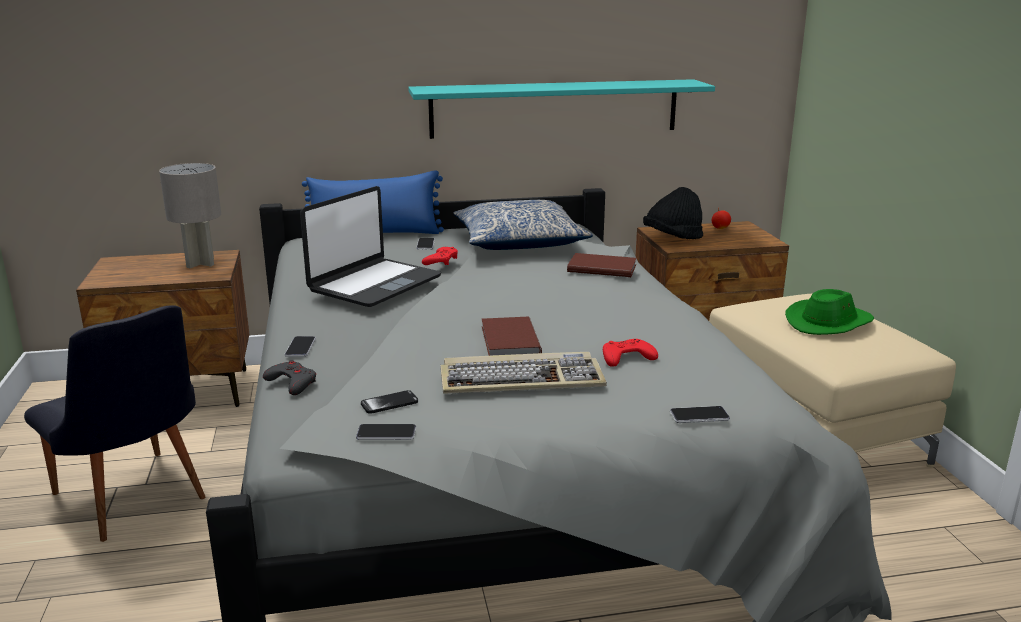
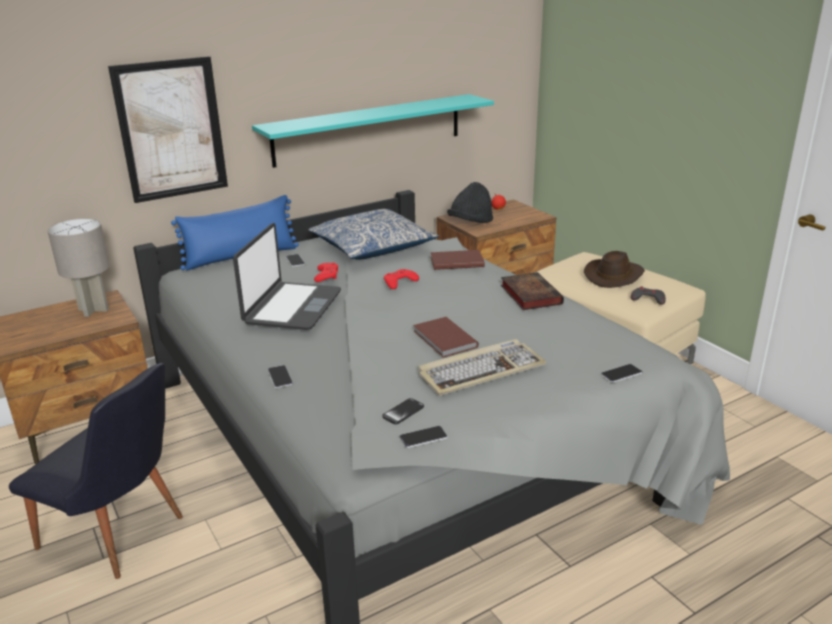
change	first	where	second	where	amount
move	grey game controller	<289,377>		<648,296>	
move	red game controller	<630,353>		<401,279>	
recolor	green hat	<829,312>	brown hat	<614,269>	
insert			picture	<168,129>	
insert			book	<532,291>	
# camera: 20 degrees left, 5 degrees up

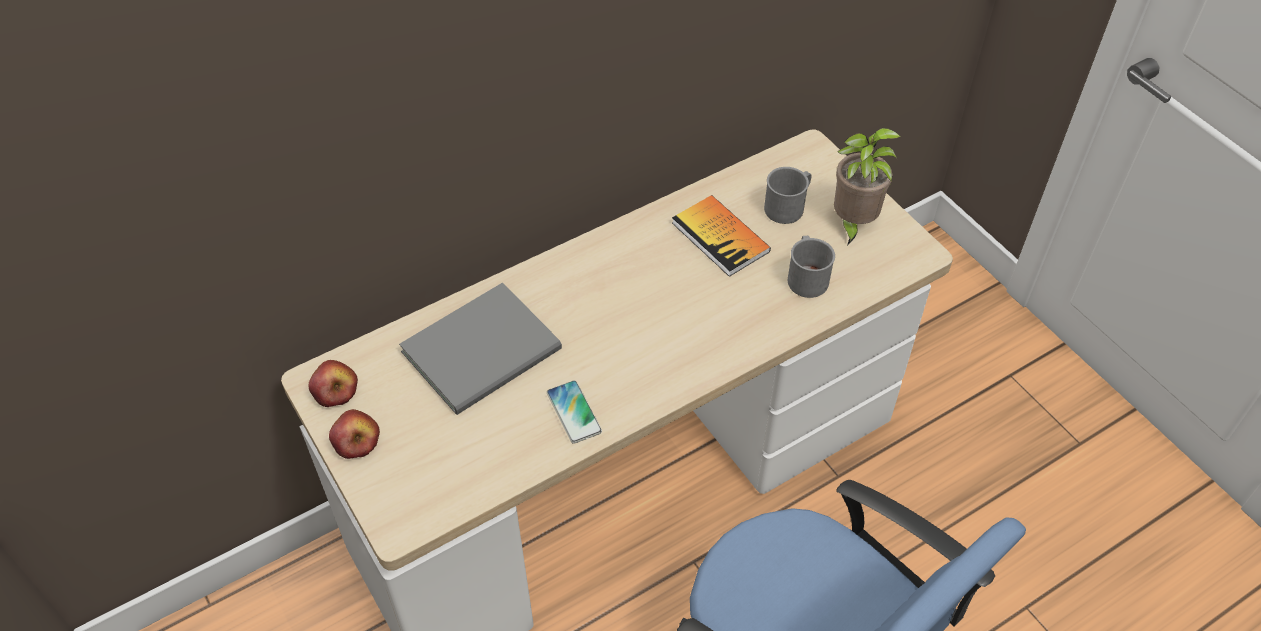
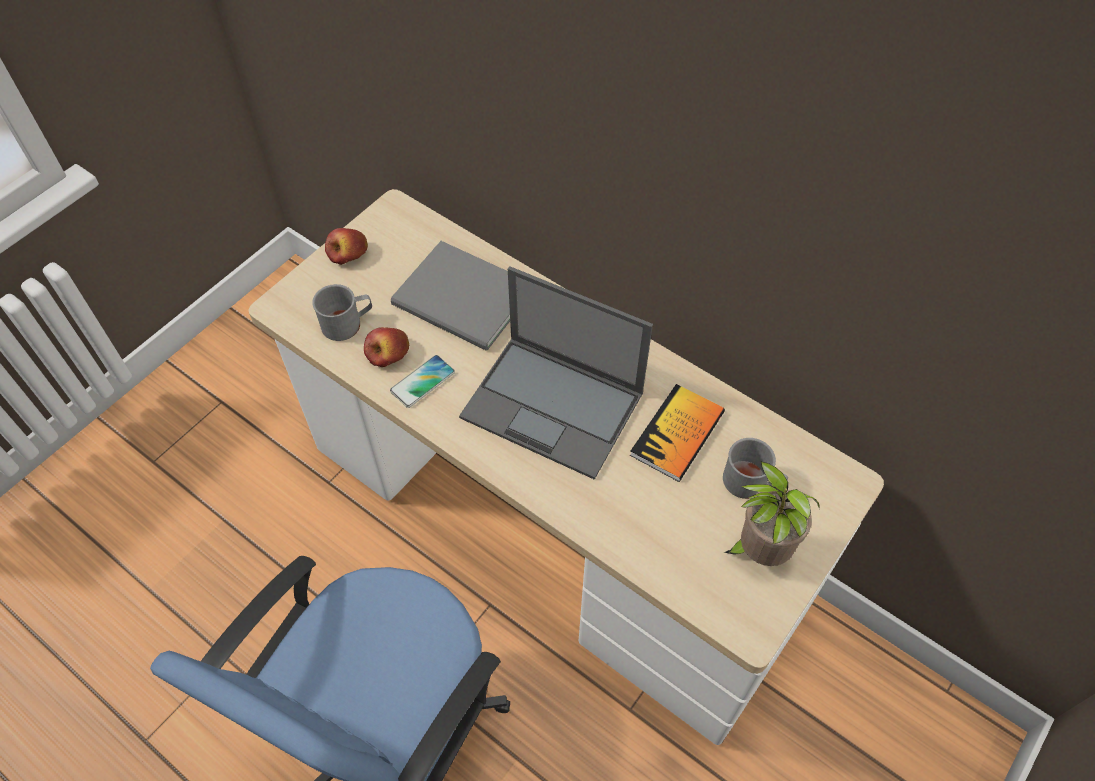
change	first	where	second	where	amount
move	apple	<333,383>		<386,347>	
move	grey mug	<811,267>		<342,312>	
insert			laptop	<556,373>	
# camera: 70 degrees right, 5 degrees up

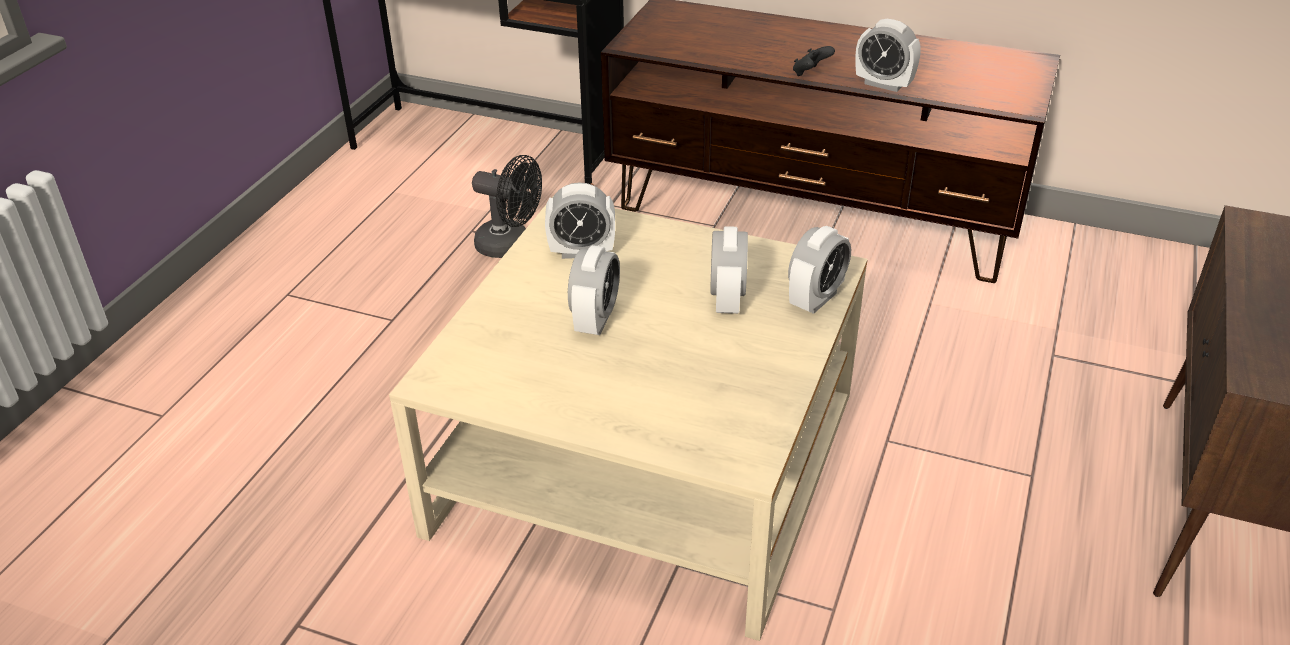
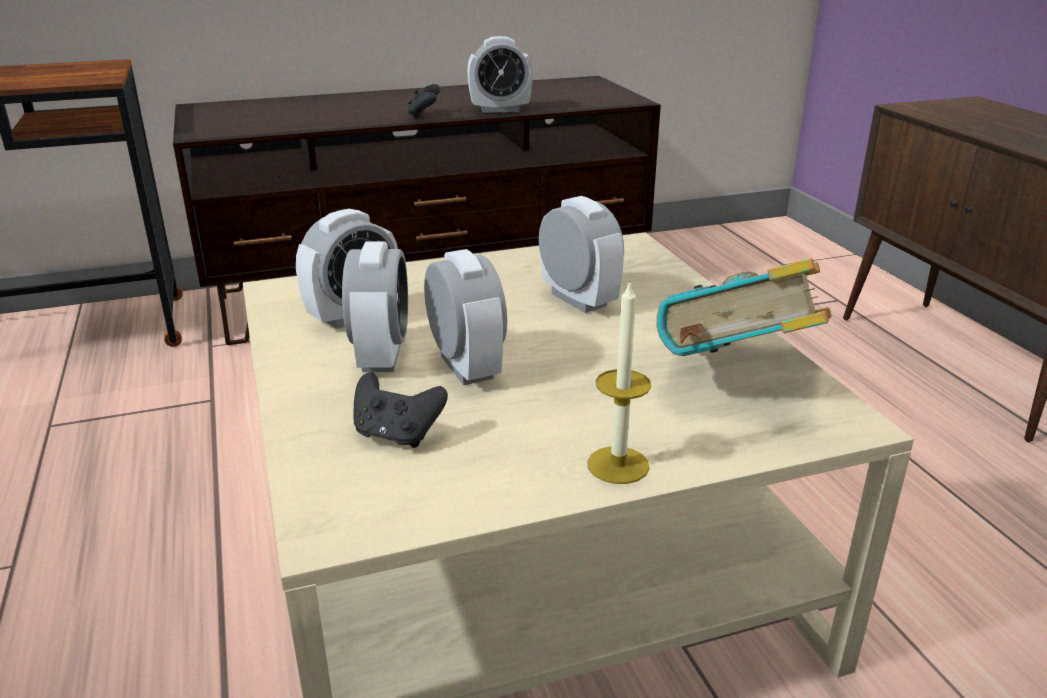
change	first	where	second	where	amount
delete	black fan	<507,206>			
move	alarm clock	<819,270>		<375,307>	
insert			black game controller	<400,410>	
insert			candle	<619,382>	
insert			book	<744,307>	
# camera: 40 degrees left, 10 degrees down

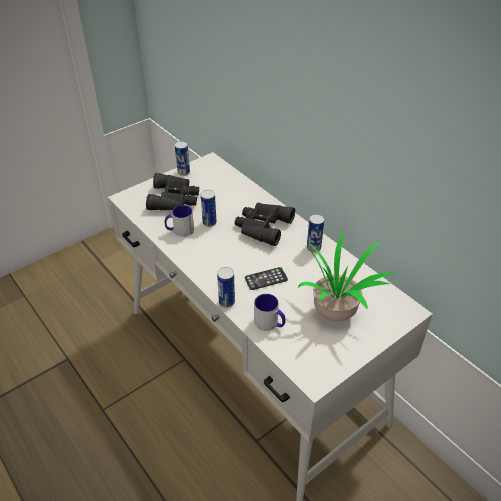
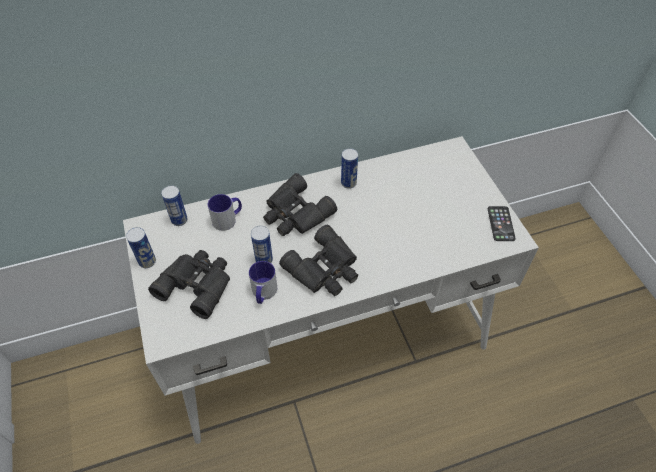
change	first	where	second	where	amount
move	can	<226,287>		<174,205>	
move	phone	<266,278>		<502,223>	
move	mug	<270,312>		<225,212>	
delete	potted plant	<347,275>			
insert			black binoculars	<318,260>	
# camera: 70 degrees left, 10 degrees up

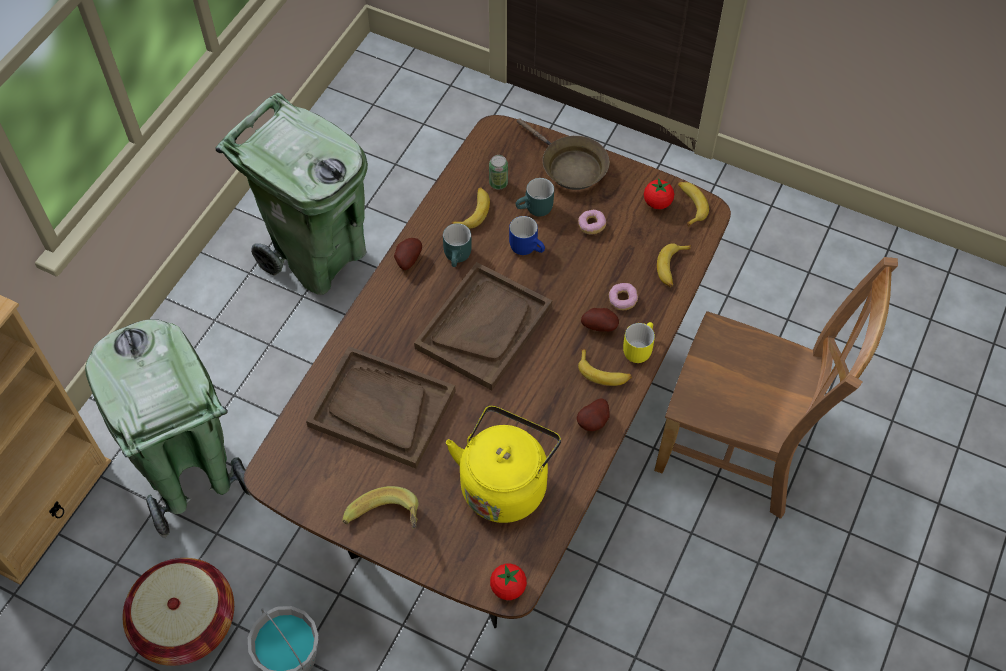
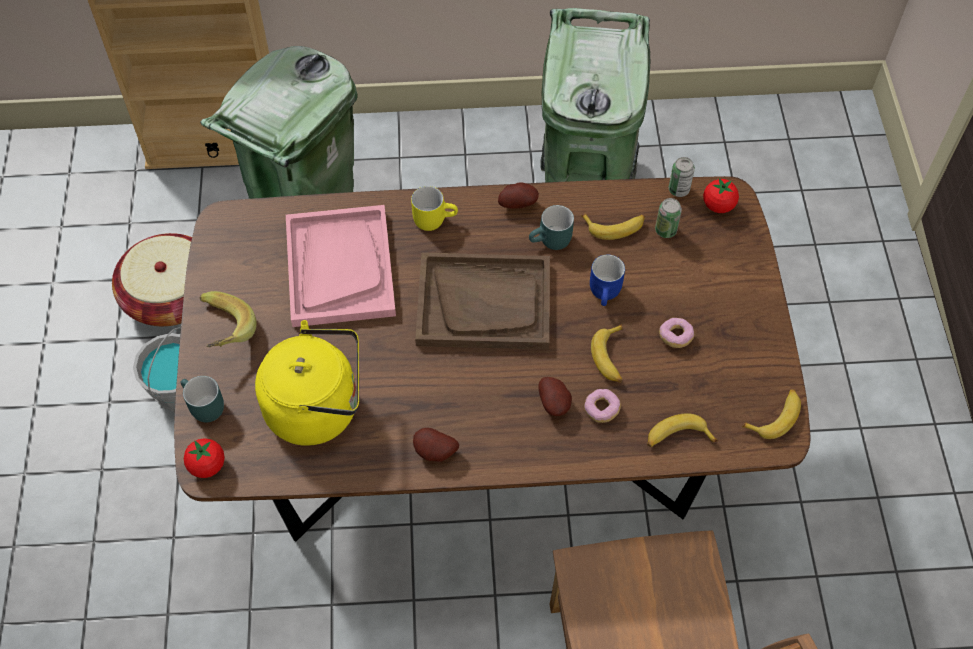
change	first	where	second	where	amount
recolor	brown tray	<381,407>	pink tray	<341,266>	
move	turquoise mug	<535,197>		<202,399>	
delete	brown frying pan	<563,154>			
move	banana	<605,367>		<606,353>	
move	yellow mug	<639,342>		<434,208>	
move	tomato	<659,193>		<721,195>	
insert			can	<682,177>	
# camera: 60 degrees right, 0 degrees up

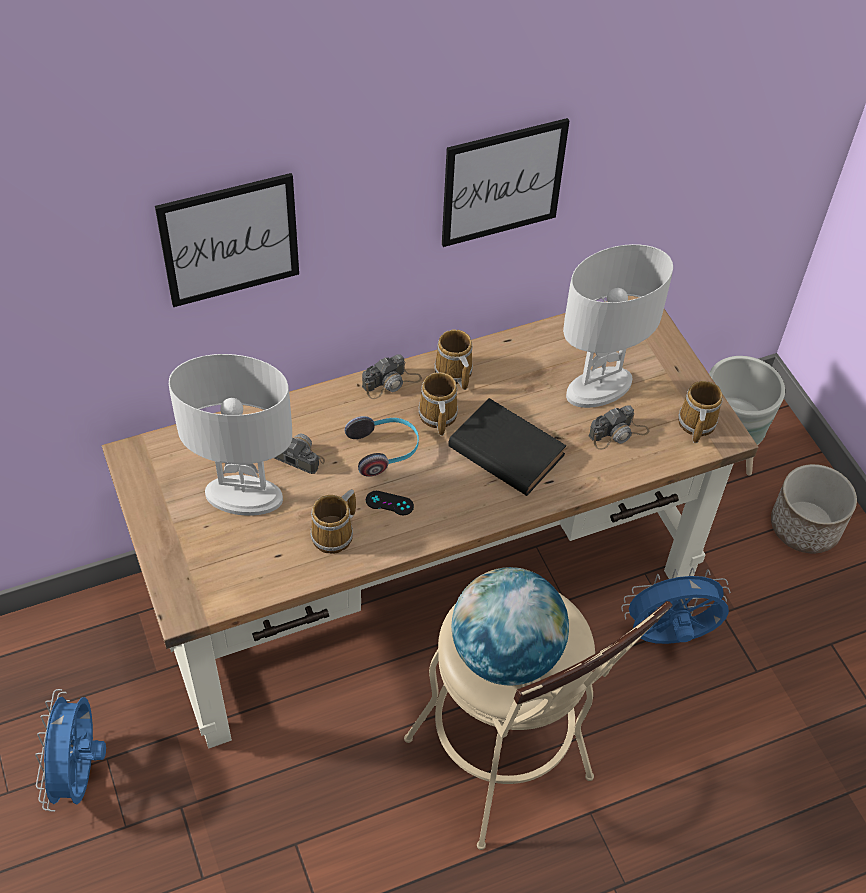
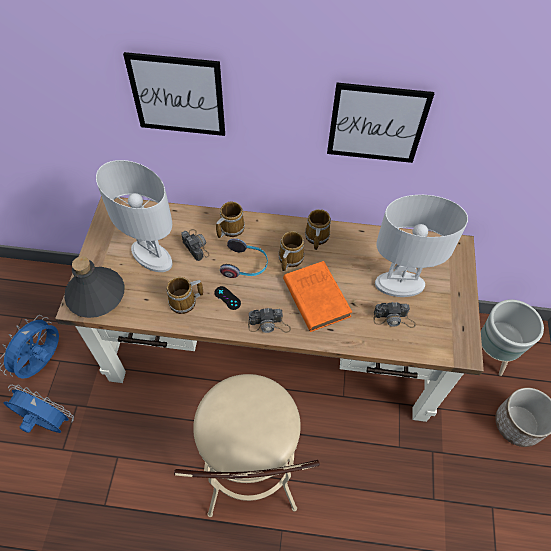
change	first	where	second	where	amount
move	photo camera	<392,377>		<269,320>	
recolor	black book	<507,447>	orange book	<317,296>	
delete	globe	<510,626>			
move	blue fan	<676,606>		<39,408>	
move	mug	<700,412>		<230,219>	
insert			grey bottle	<94,287>	
# camera: 30 degrees right, 5 degrees up

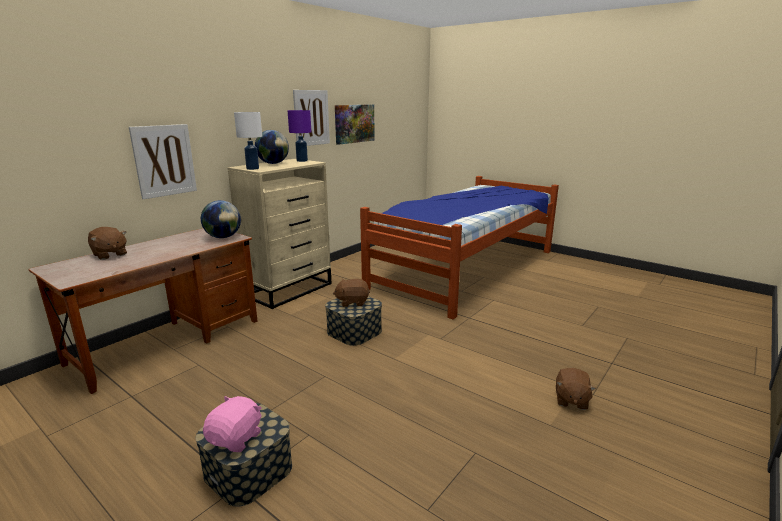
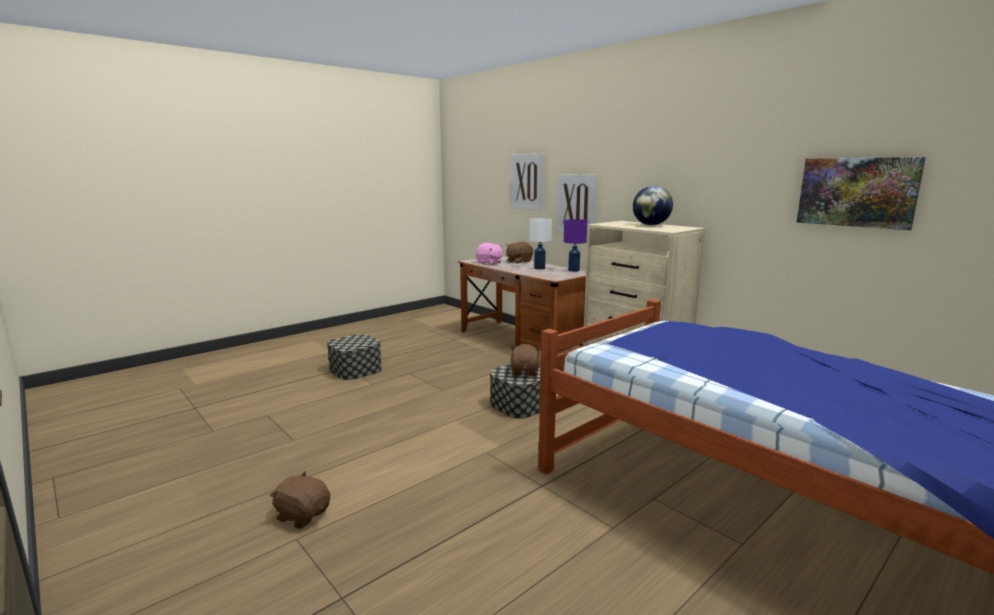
change	first	where	second	where	amount
delete	globe	<221,219>			
move	pink plush toy	<232,424>		<489,254>	
move	white table lamp	<248,141>		<540,244>	
move	purple table lamp	<299,136>		<575,245>	
move	picture	<311,118>		<527,182>	
# camera: 100 degrees right, 5 degrees down

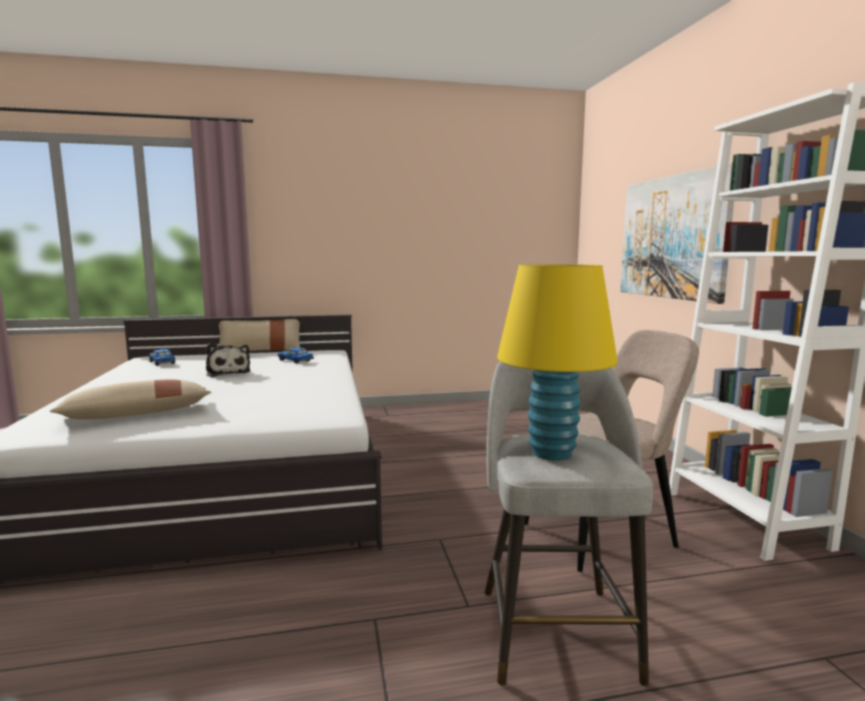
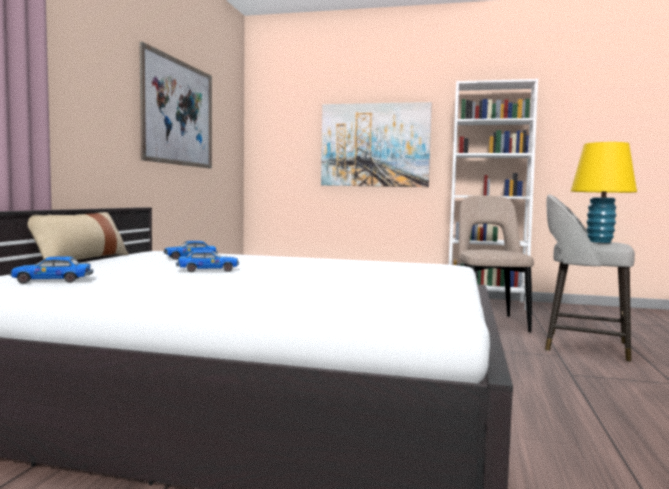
change	first	where	second	where	amount
delete	beige pillow	<130,399>			
replace	plush toy	<228,360>	toy car	<207,261>	
insert			picture	<175,105>	
# camera: 65 degrees left, 5 degrees down

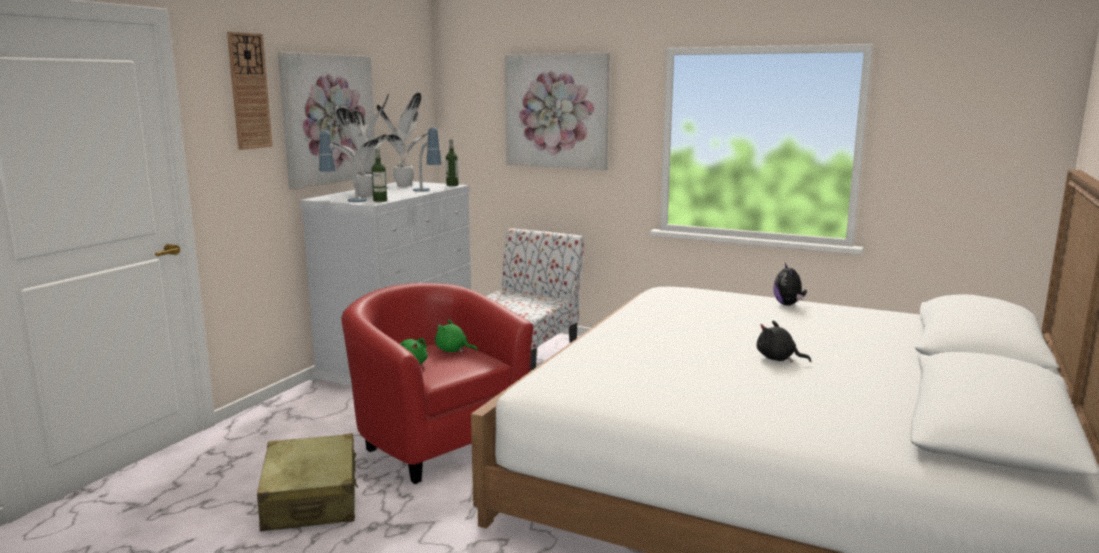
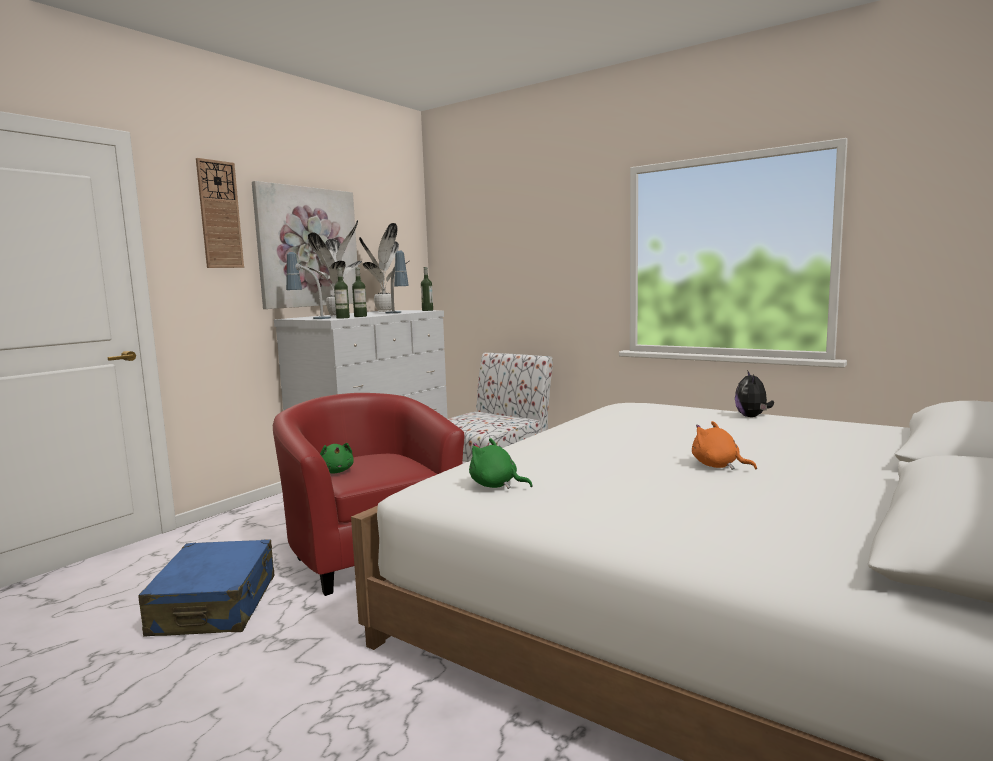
change	first	where	second	where	amount
recolor	beige suitcase	<307,482>	blue suitcase	<206,587>	
move	green plush toy	<456,336>		<501,463>	
delete	picture	<557,111>			
recolor	black plush toy	<784,342>	orange plush toy	<724,445>	
insert			bottle	<359,292>	
# camera: 10 degrees right, 5 degrees down

